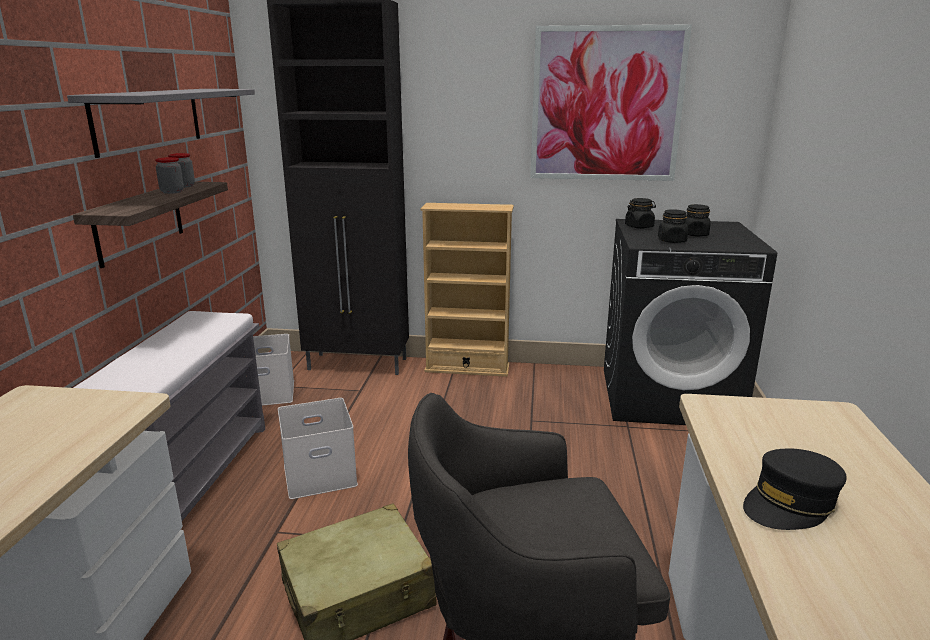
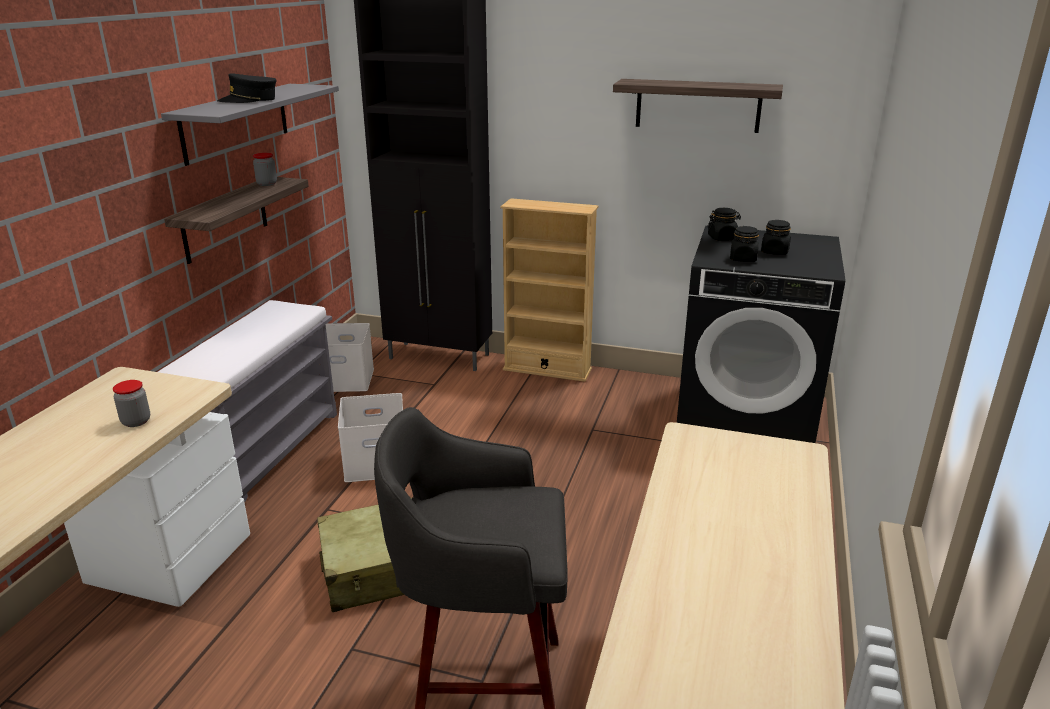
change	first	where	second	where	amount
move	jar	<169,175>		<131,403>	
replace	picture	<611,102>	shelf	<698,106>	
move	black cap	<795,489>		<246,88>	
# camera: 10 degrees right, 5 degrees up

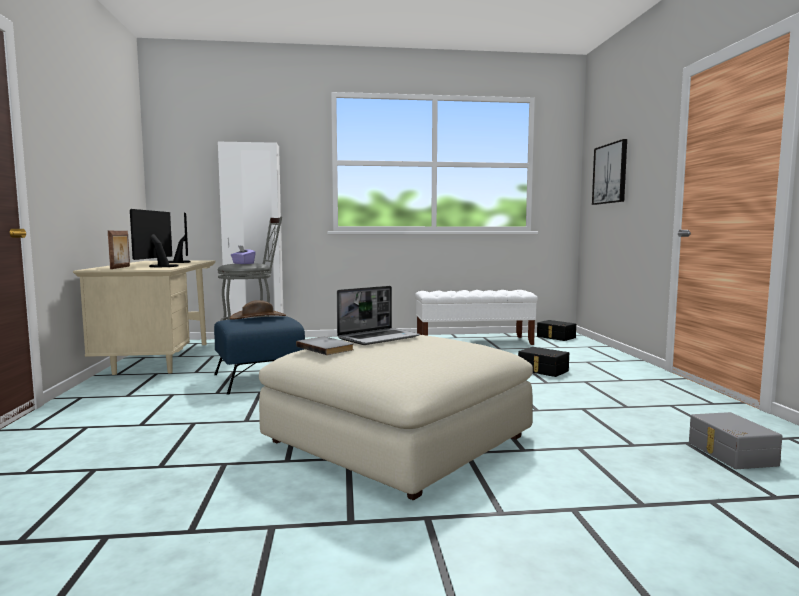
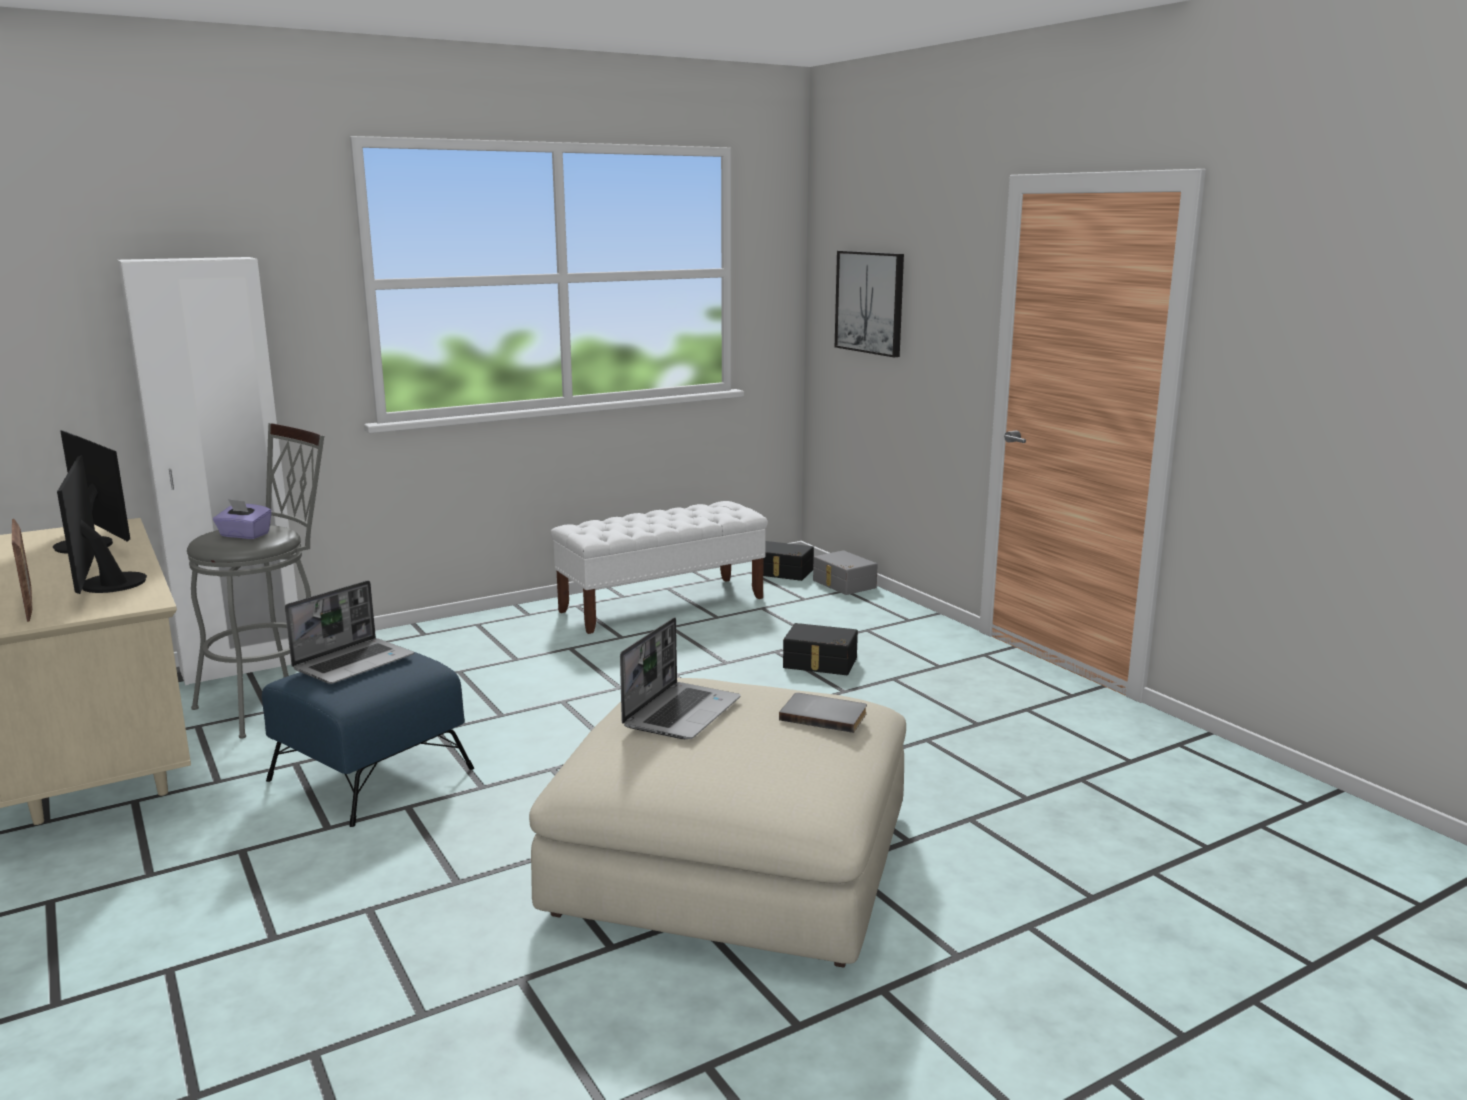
change	first	where	second	where	amount
replace	brown hat	<258,310>	laptop	<349,632>	
move	grey book	<325,346>		<823,713>	
move	grey storage box	<735,440>		<845,572>	
# camera: 25 degrees left, 10 degrees up

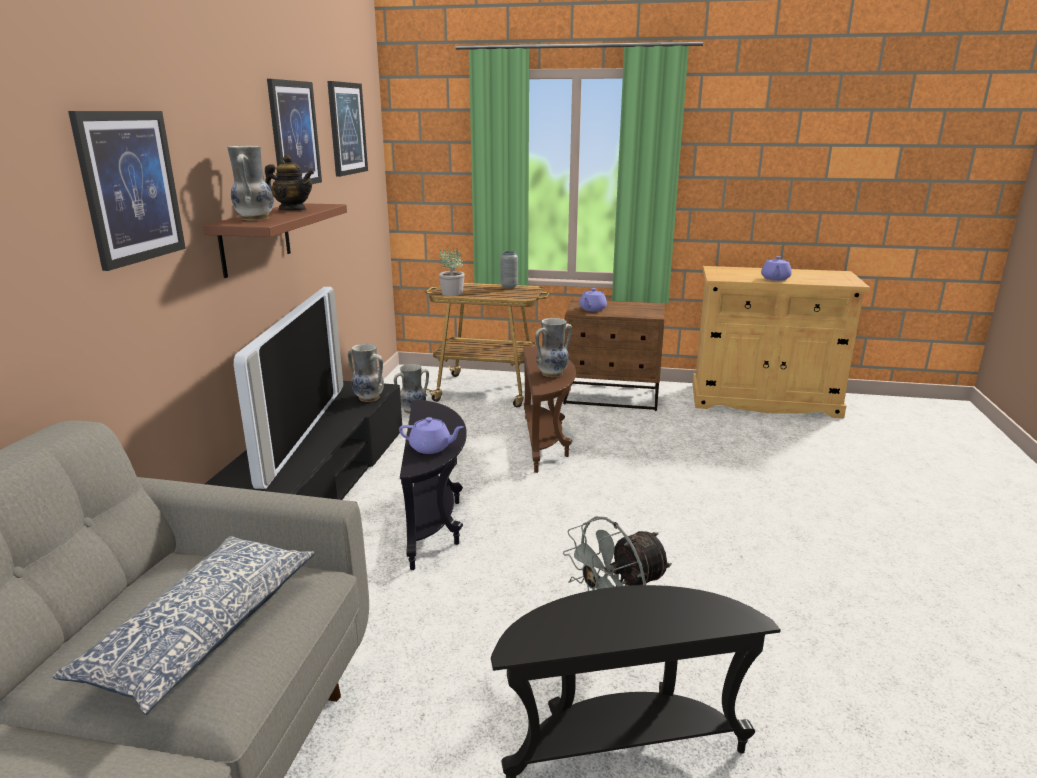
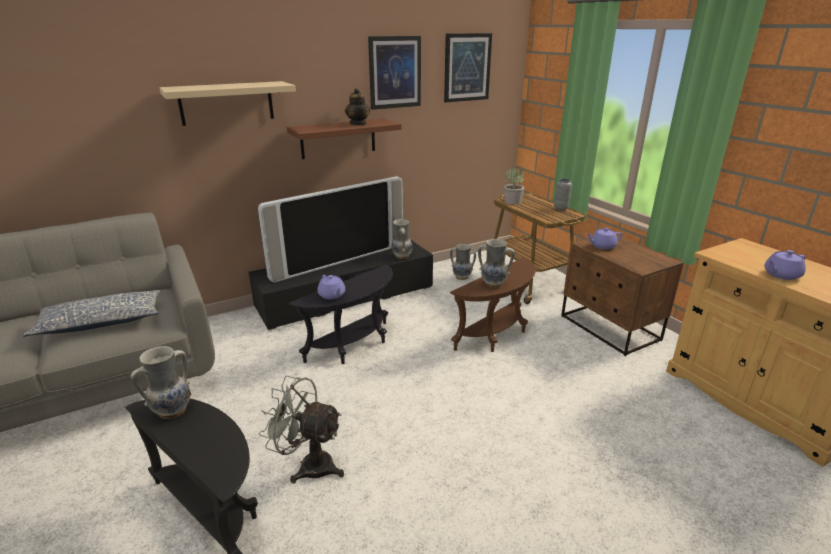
change	first	where	second	where	amount
replace	picture	<127,191>	beige shelf	<227,103>	
move	vase	<251,183>		<160,382>	
# camera: 50 degrees right, 5 degrees up

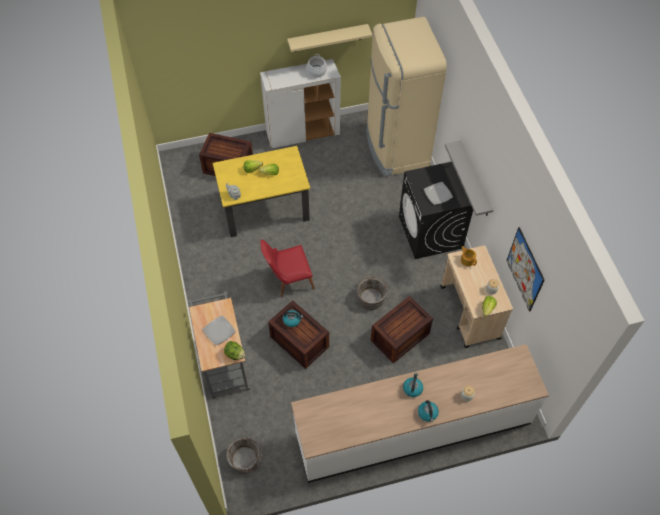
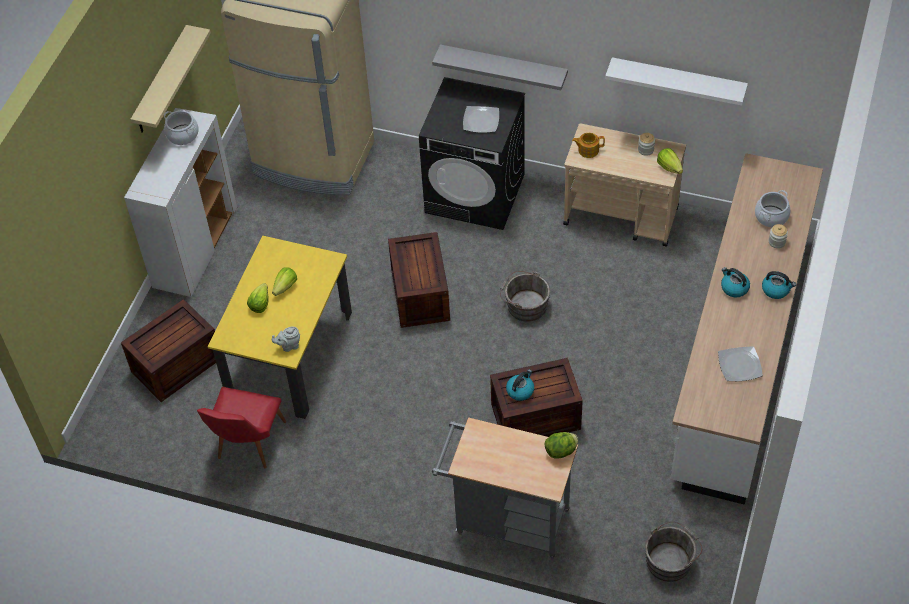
change	first	where	second	where	amount
move	plate	<219,330>		<740,363>	
move	red chair	<287,268>		<241,427>	
move	crate	<402,330>		<419,280>	
replace	picture	<525,269>	white shelf	<676,81>	
insert			cooking pot	<773,208>	
# camera: 55 degrees left, 5 degrees down

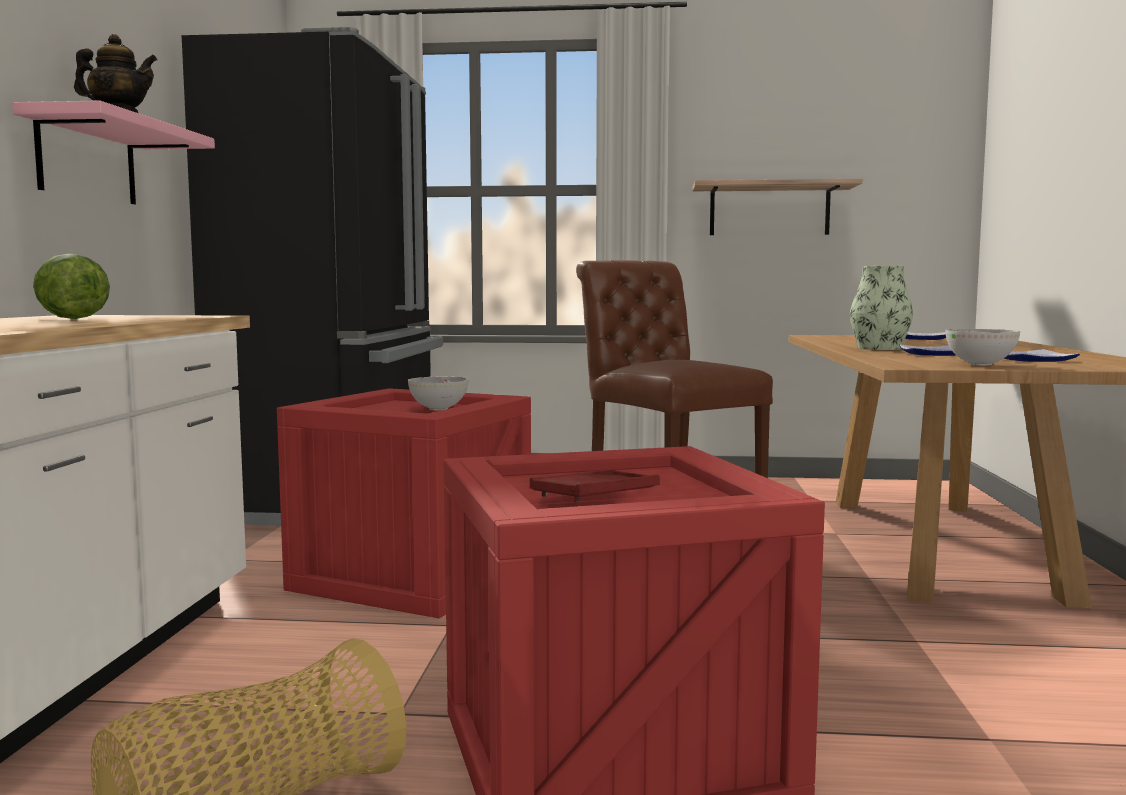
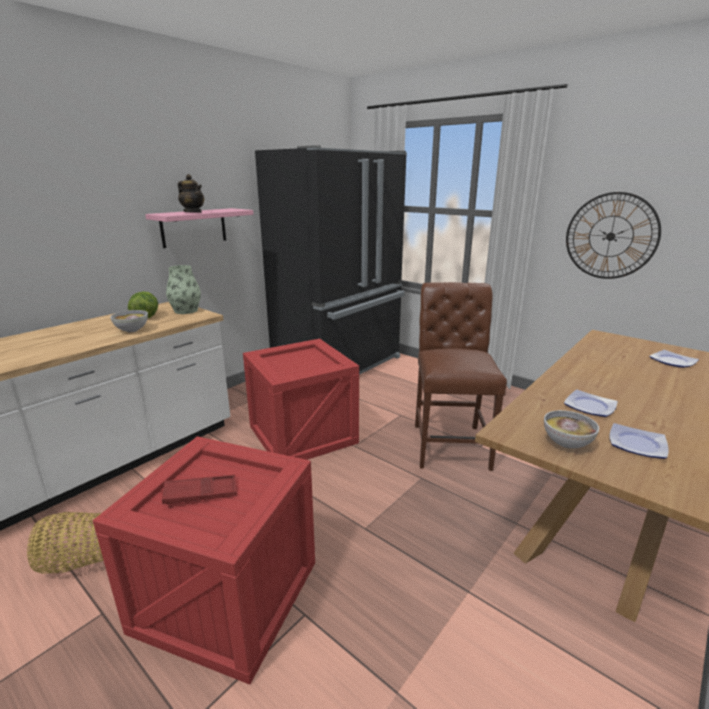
change	first	where	second	where	amount
move	bowl	<438,394>		<129,321>	
replace	shelf	<777,207>	wall clock	<613,235>	
move	vase	<881,308>		<183,289>	
# camera: 35 degrees right, 15 degrees up

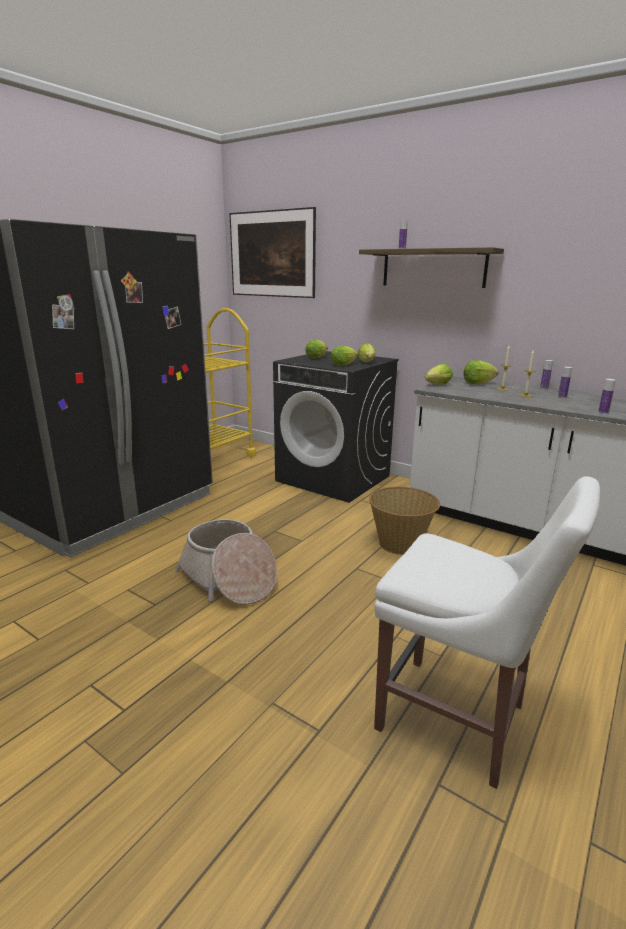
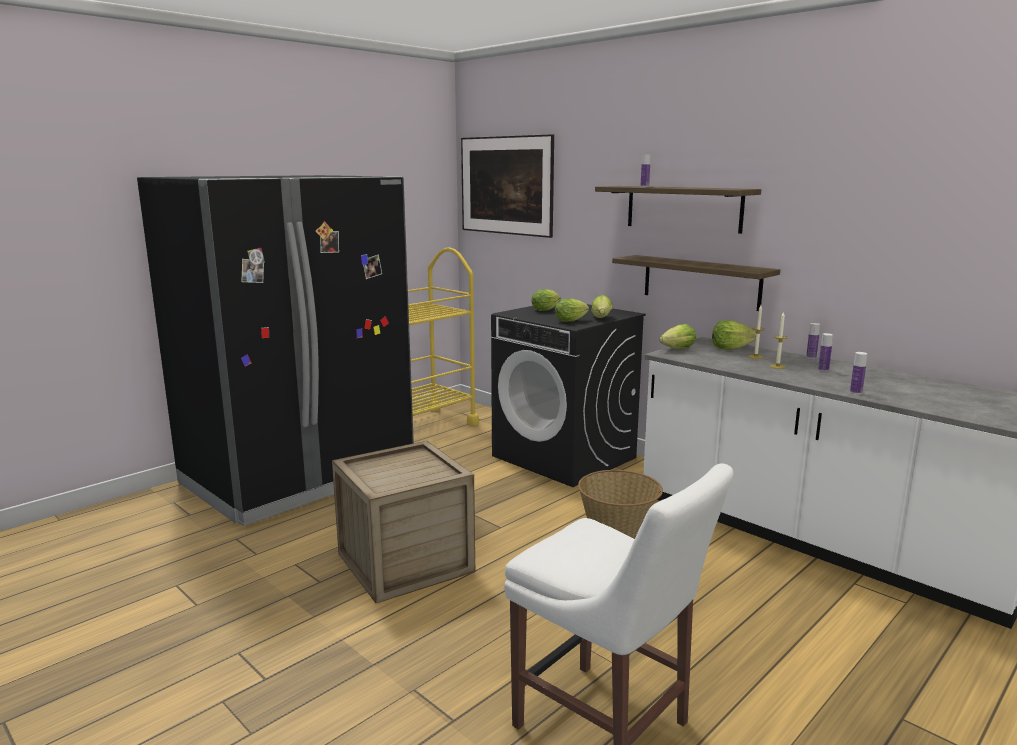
change	first	where	second	where	amount
replace	basket	<226,562>	crate	<403,522>	
insert			shelf	<696,283>	
# camera: 10 degrees right, 5 degrees down

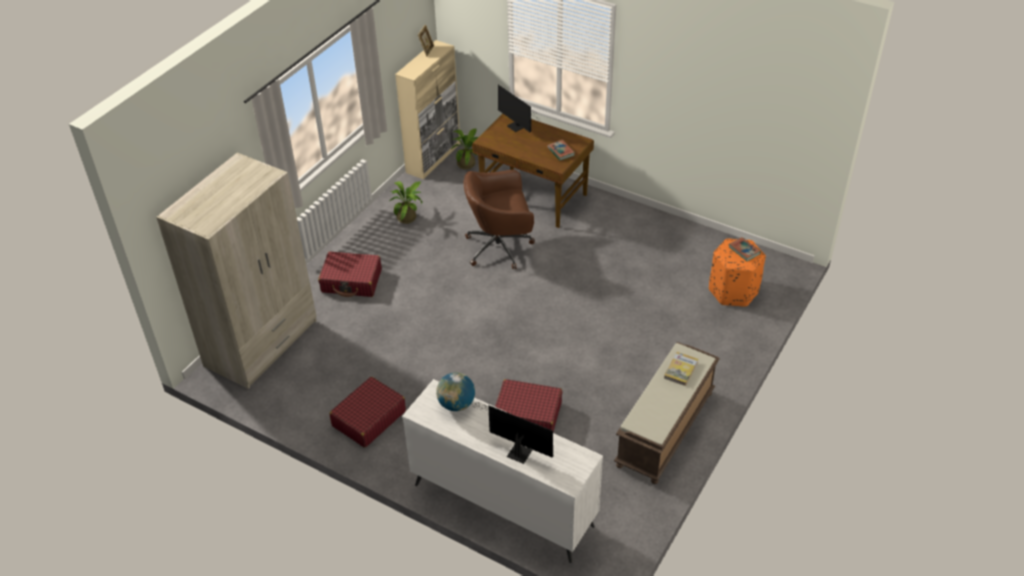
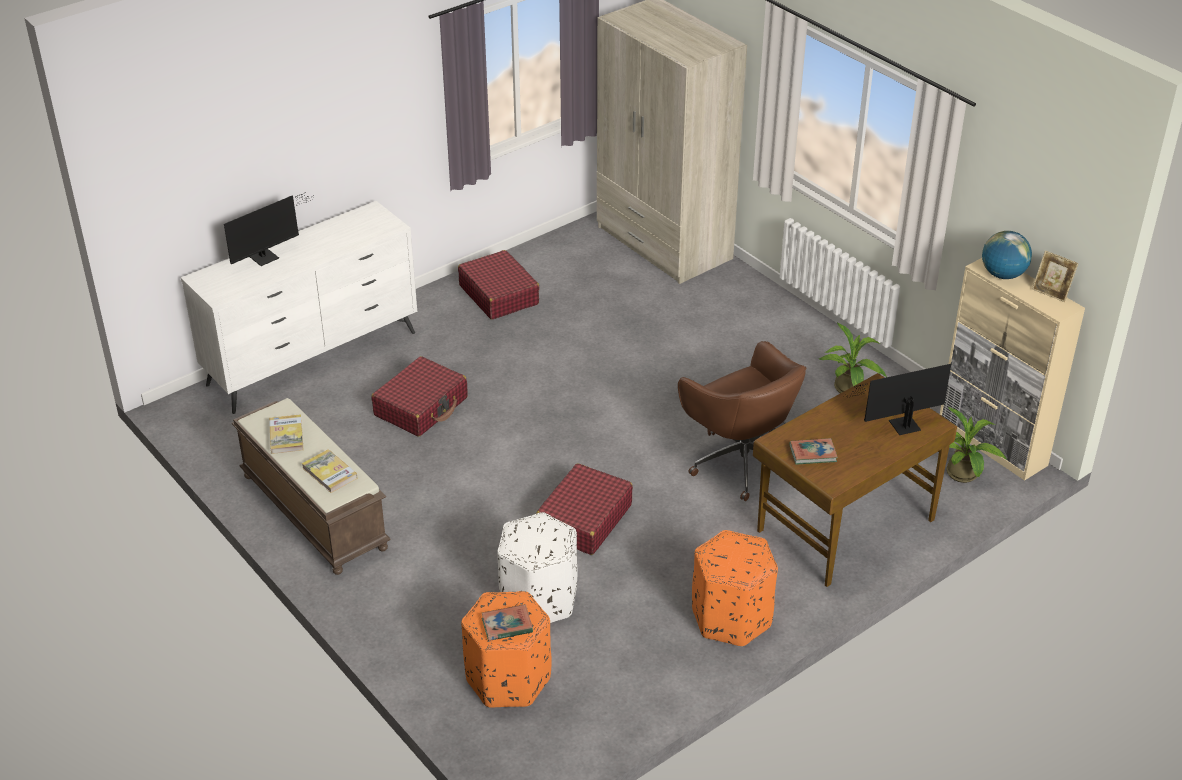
change	first	where	second	where	amount
move	red suitcase	<350,274>		<584,509>	
move	globe	<455,392>		<1007,255>	
rotate	brown office chair	<499,219>		<742,421>	135 degrees clockwise
insert			book	<286,434>	
insert			white ottoman	<537,567>	
insert			orange ottoman	<735,588>	
# camera: 110 degrees right, 5 degrees down

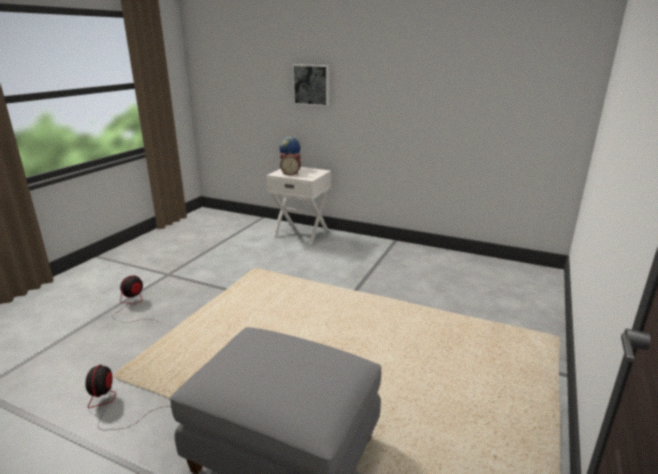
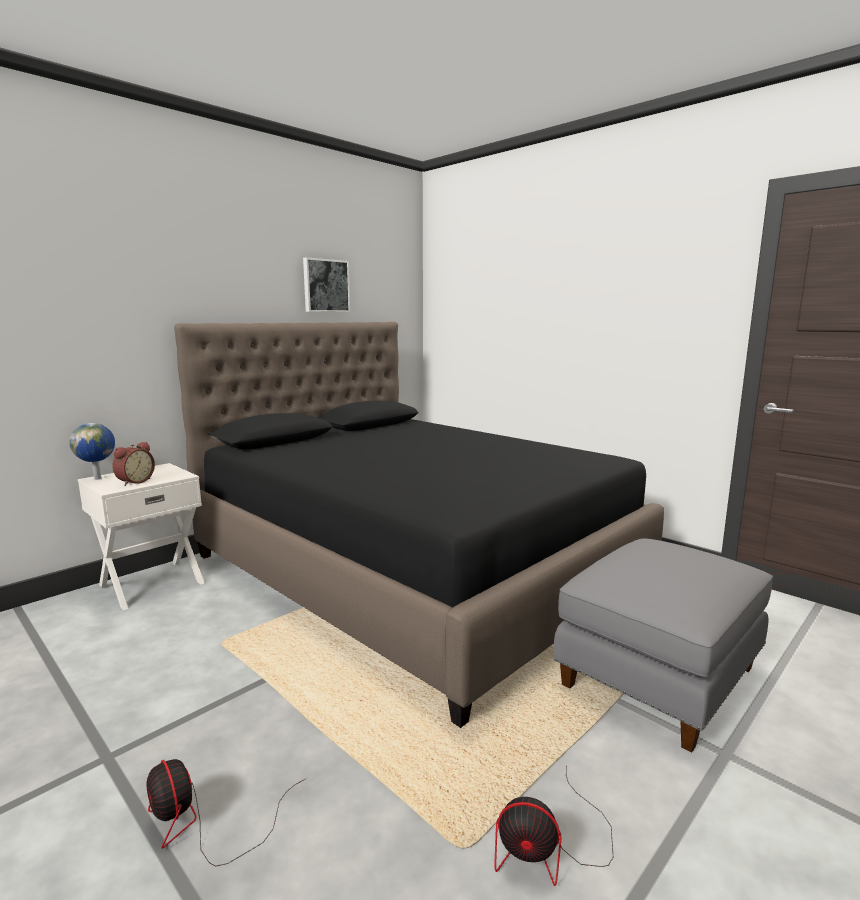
change	first	where	second	where	amount
move	picture	<310,85>		<326,284>	
insert			black bed	<419,525>	
# camera: 70 degrees left, 10 degrees down

